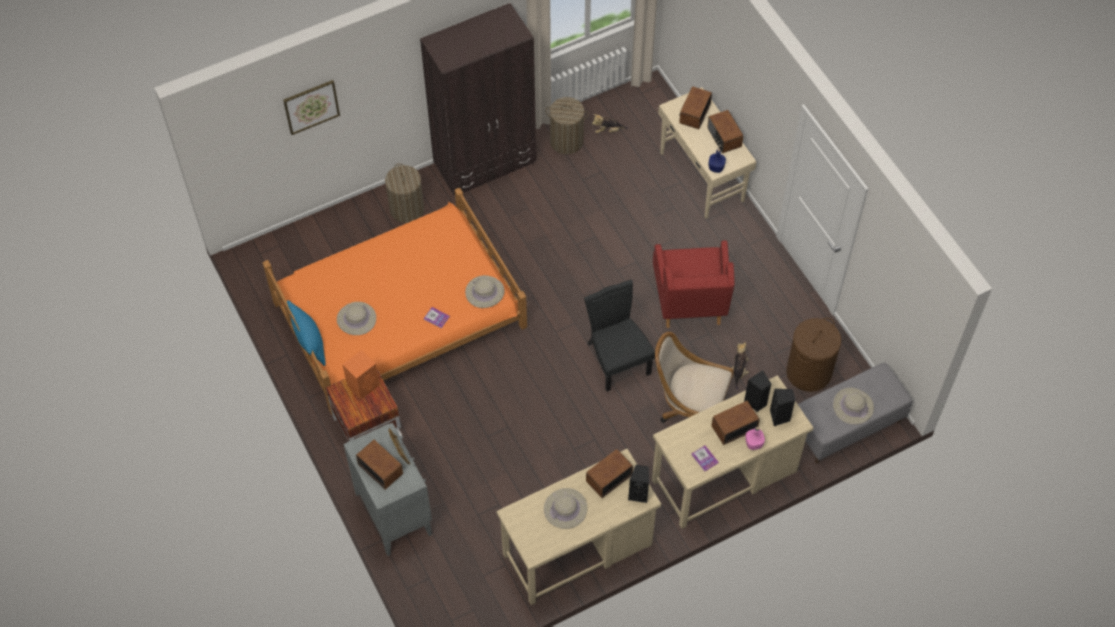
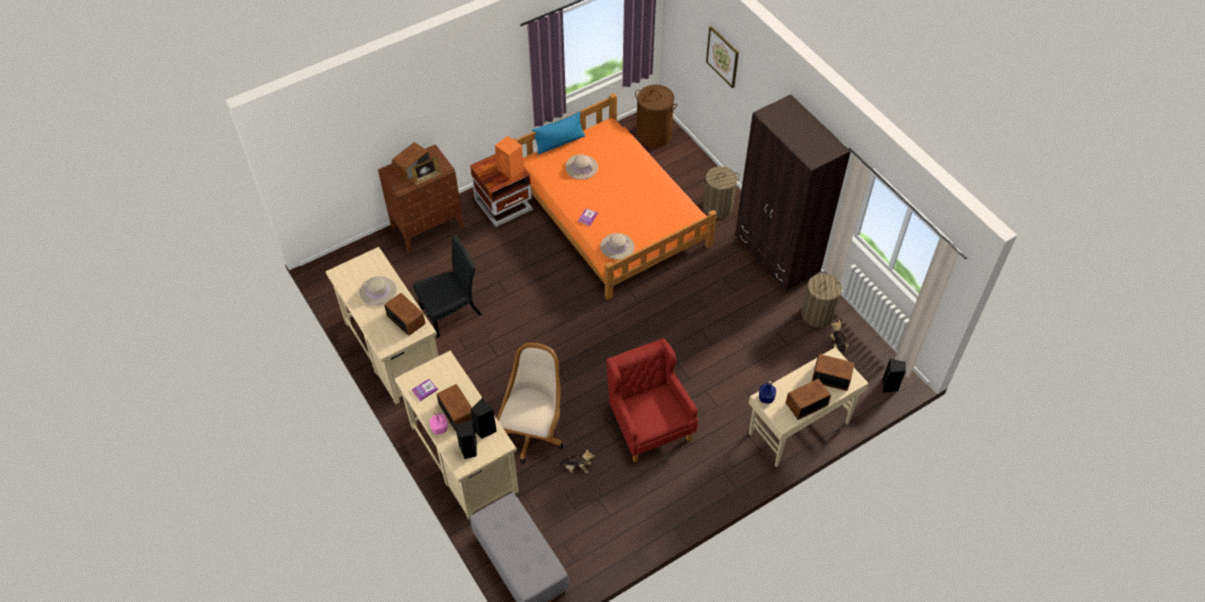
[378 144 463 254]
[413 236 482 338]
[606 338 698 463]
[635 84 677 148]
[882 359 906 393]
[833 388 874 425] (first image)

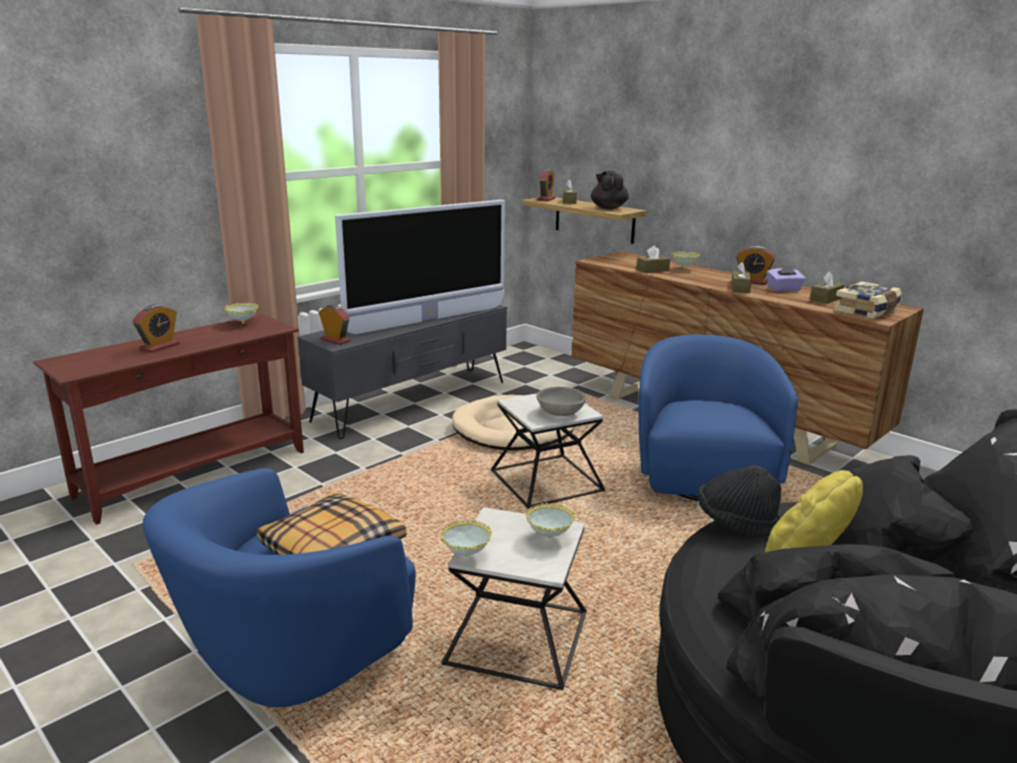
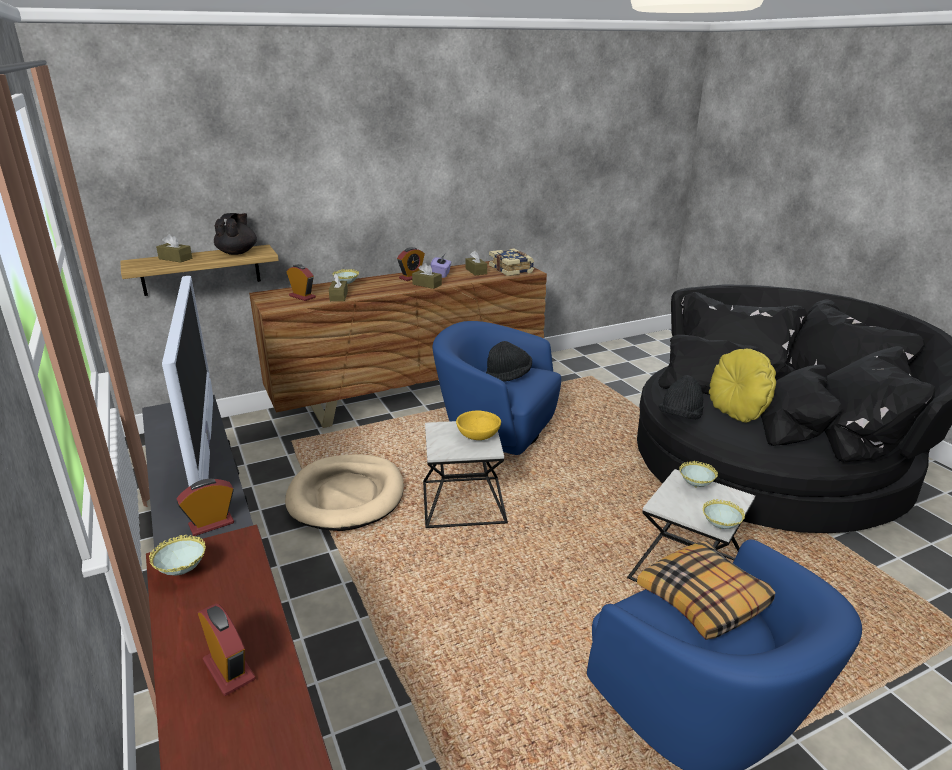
[214 213 257 255]
[286 264 316 301]
[456 410 501 440]
[486 341 532 382]

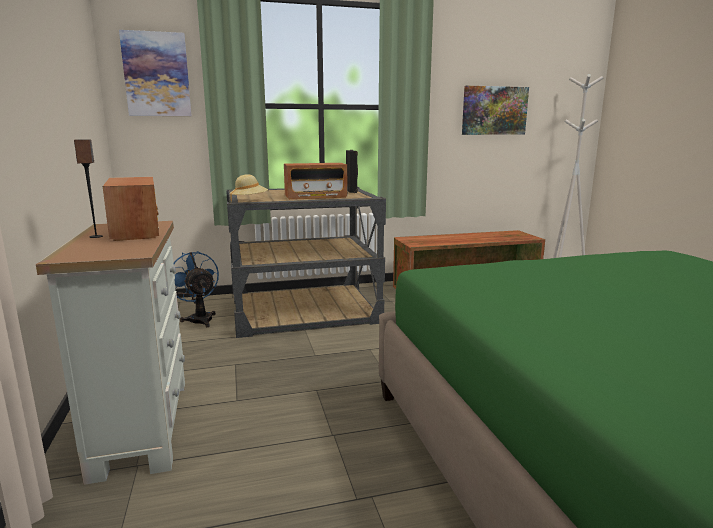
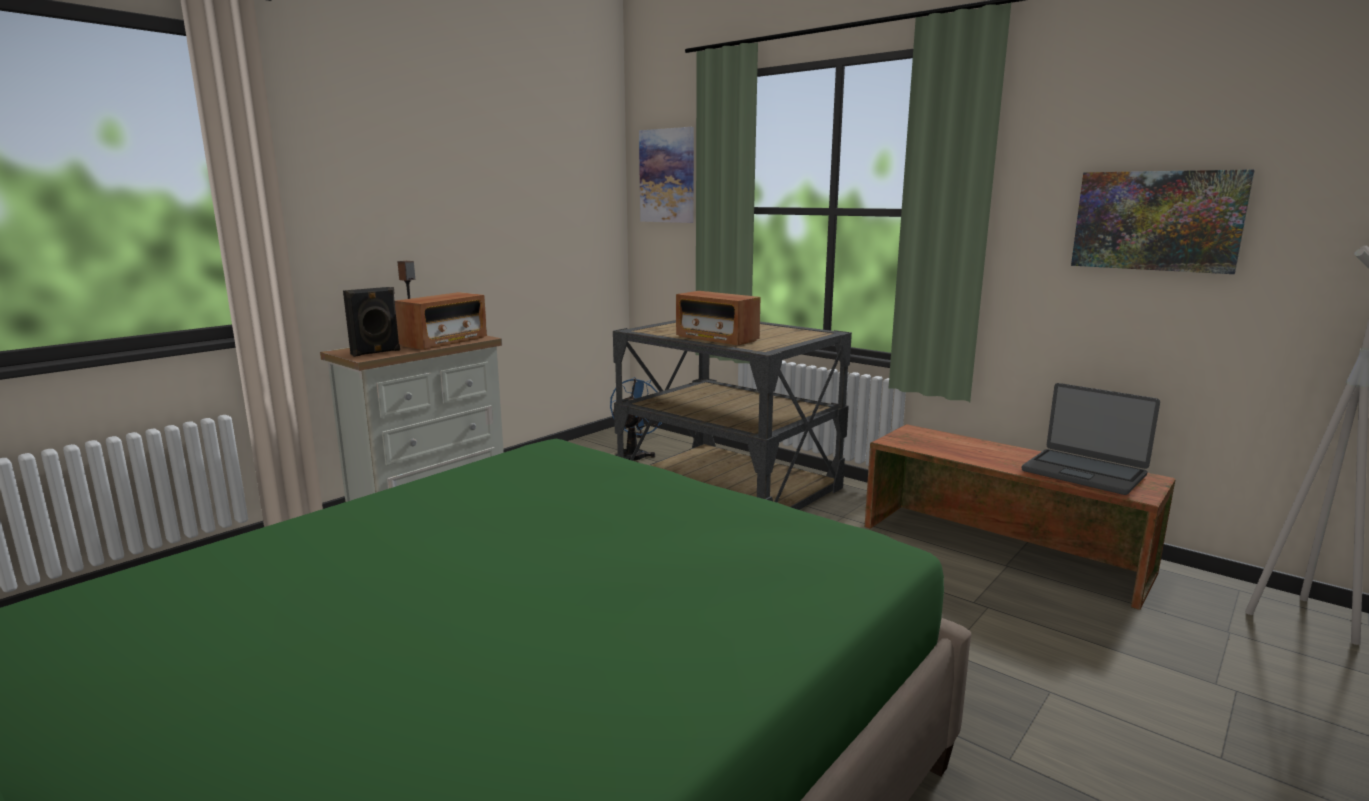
[343 287 400 357]
[1022 383 1160 495]
[230 174 268 201] (first image)

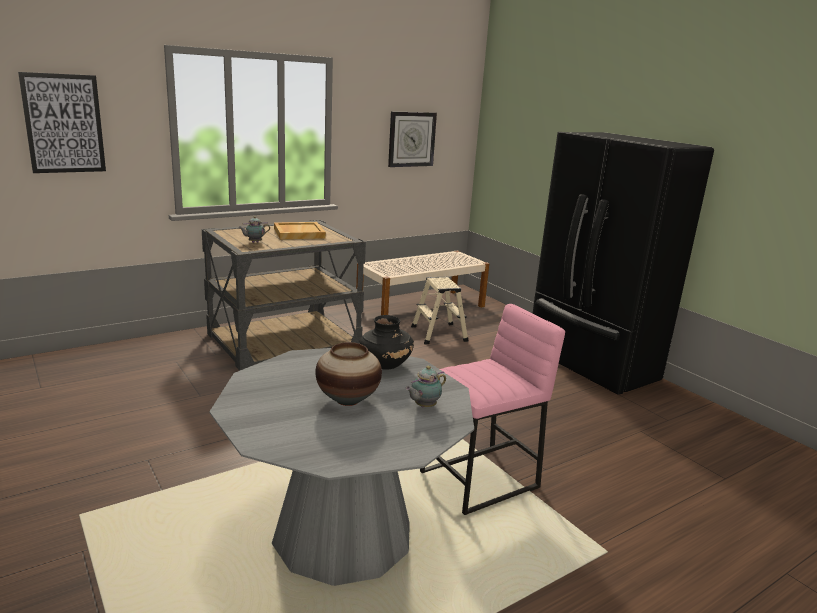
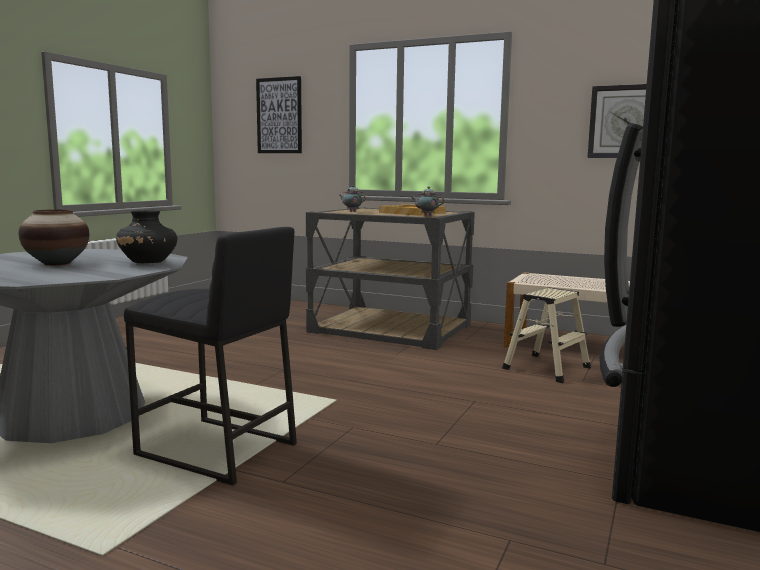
[124 227 297 485]
[412 187 445 216]

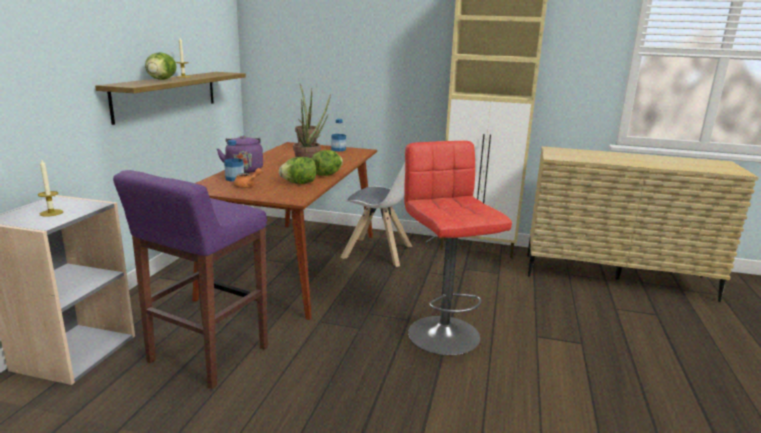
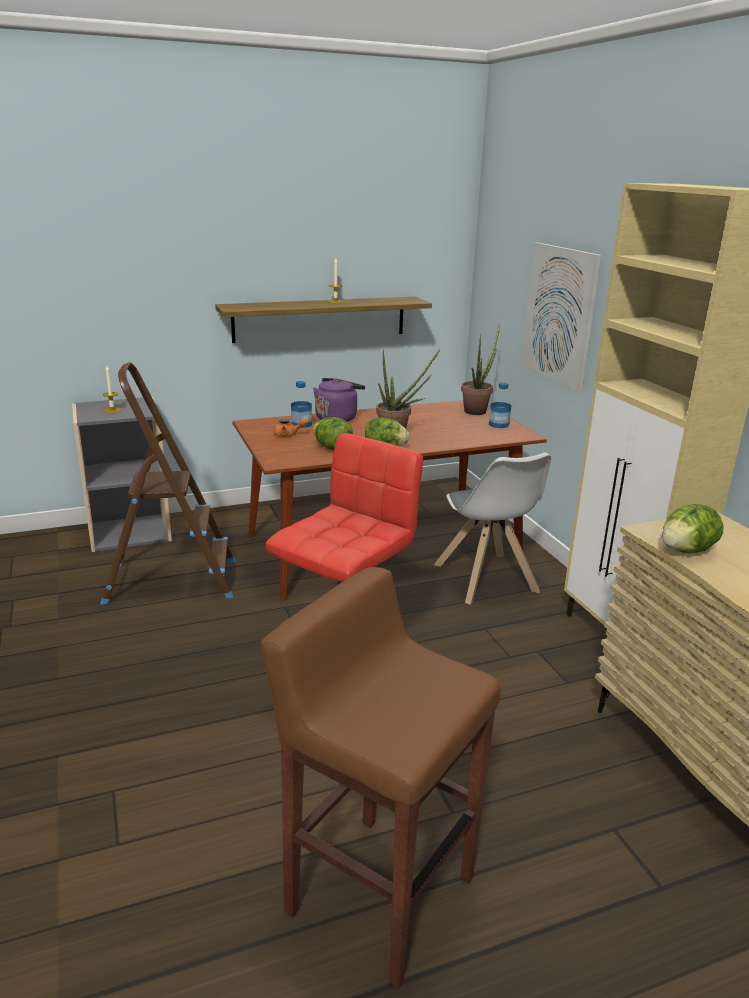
[100 362 236 604]
[260 567 501 989]
[521 242 602 392]
[662 504 723 553]

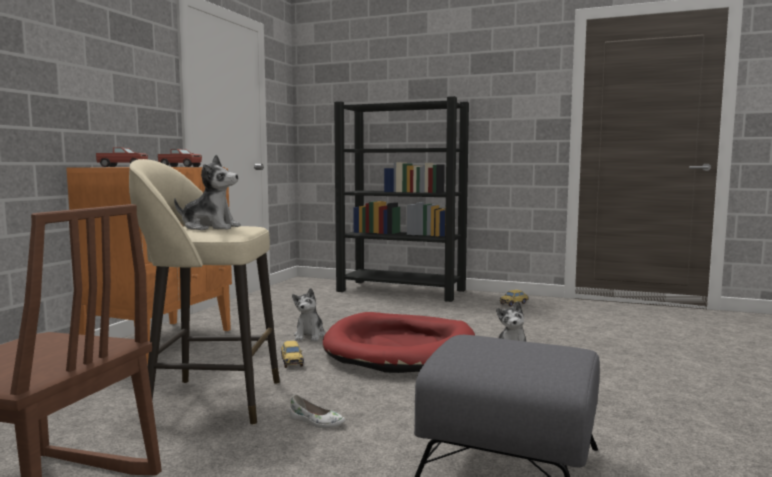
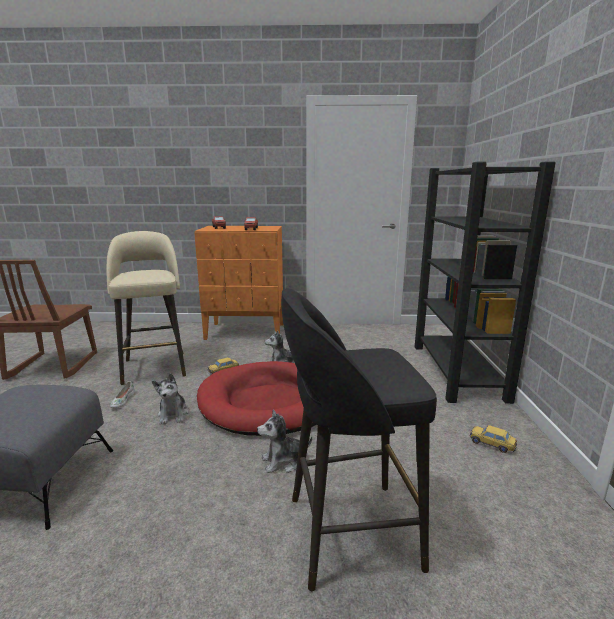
[152 373 189 425]
[281 288 437 591]

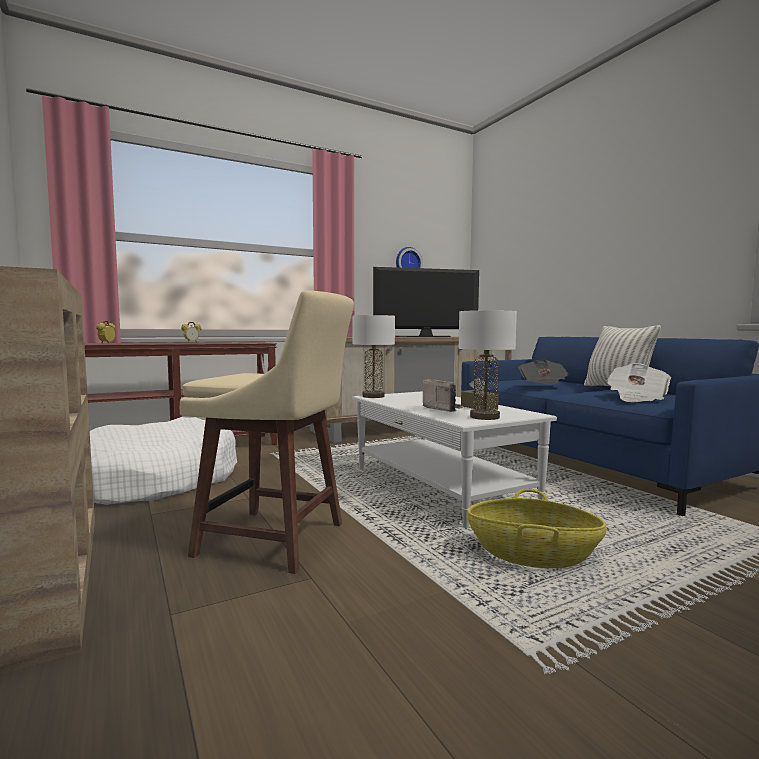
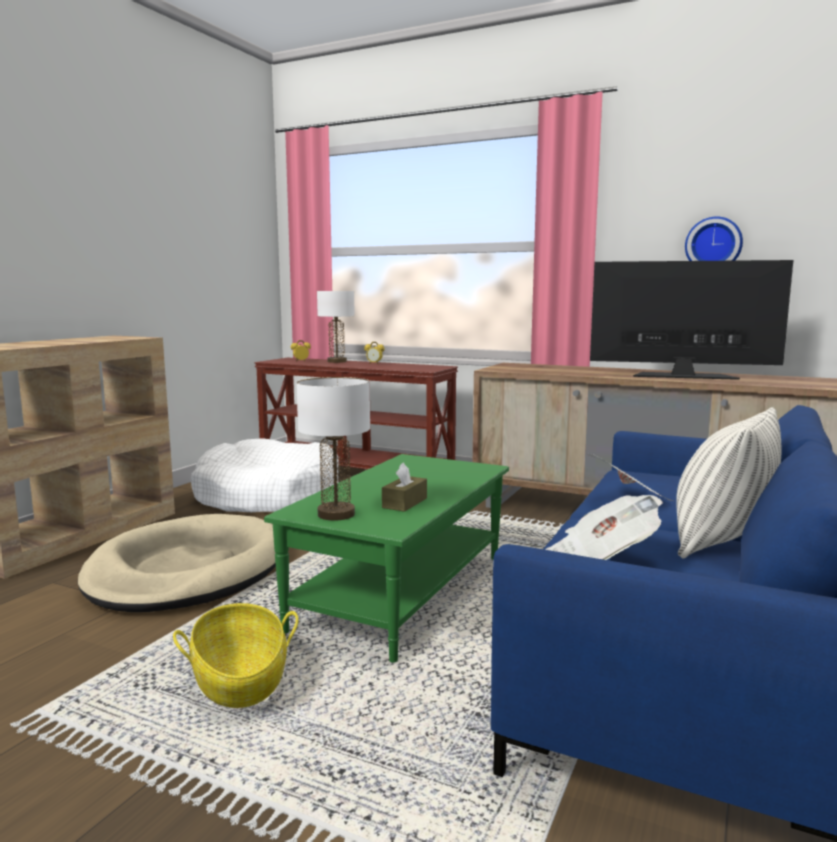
[78 514 276 612]
[264 454 509 663]
[317 291 355 363]
[590 260 793 380]
[423 379 463 412] (first image)

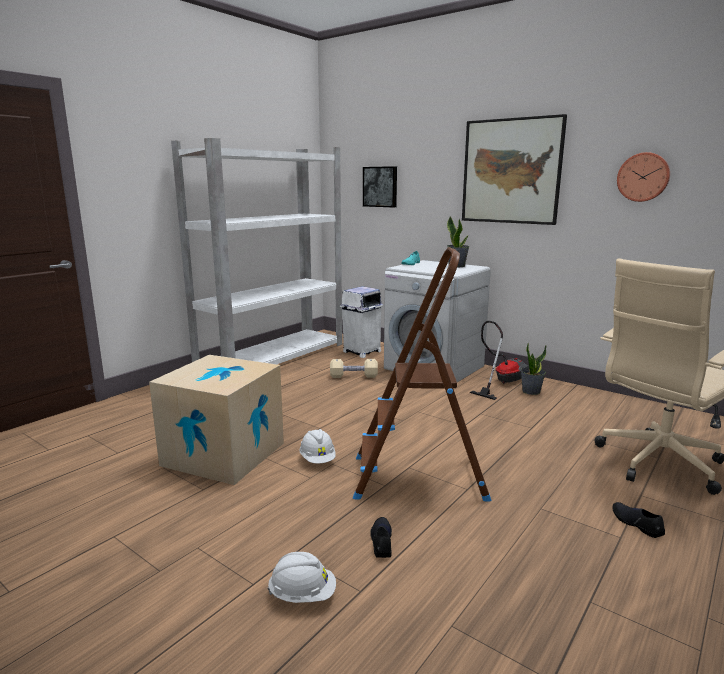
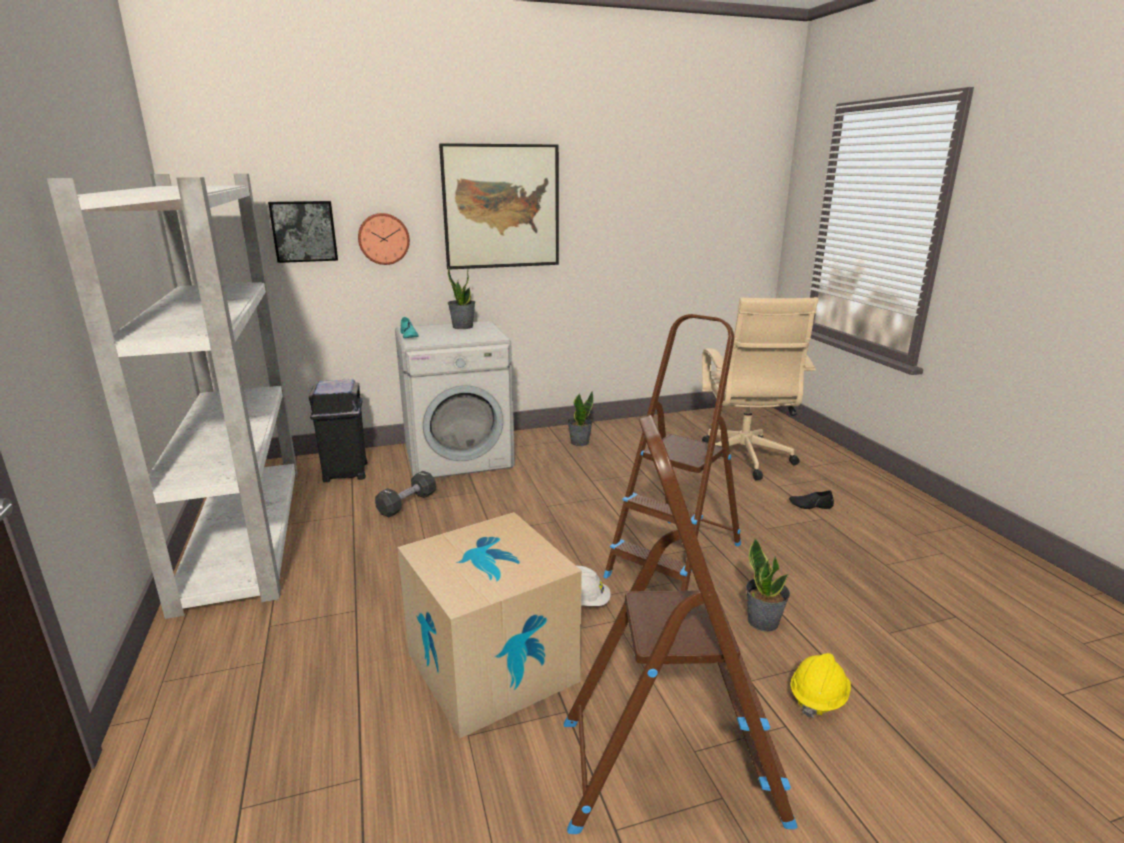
[309 379 368 482]
[358 213 410 265]
[375 471 436 517]
[564 415 798 834]
[746 538 790 632]
[791 653 851 718]
[470 321 529 400] (first image)

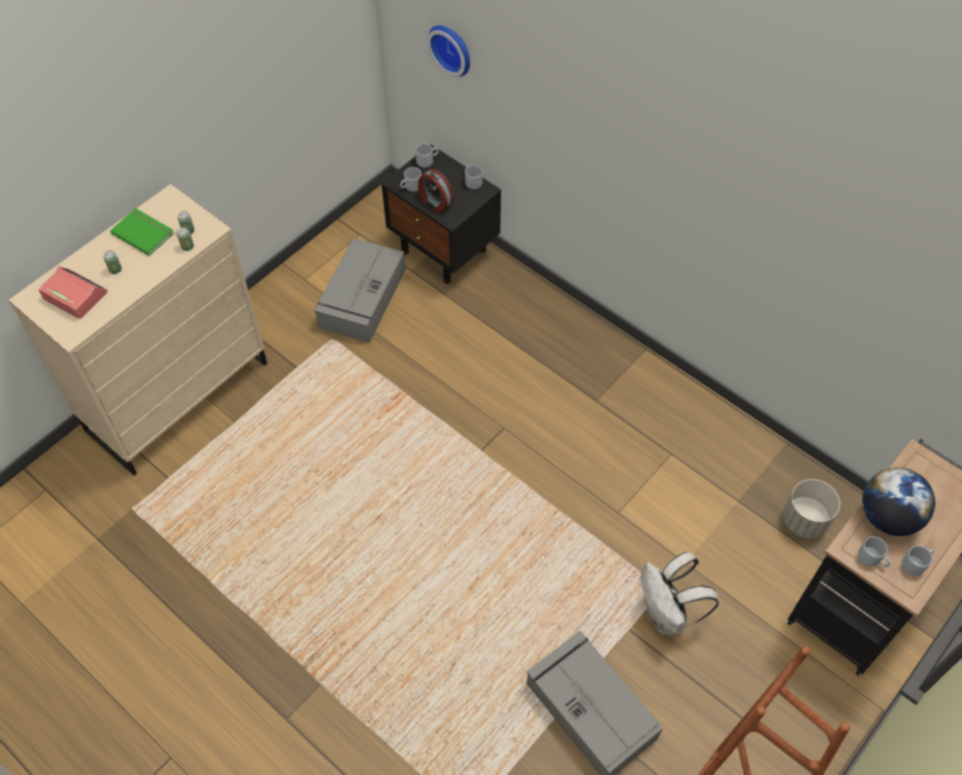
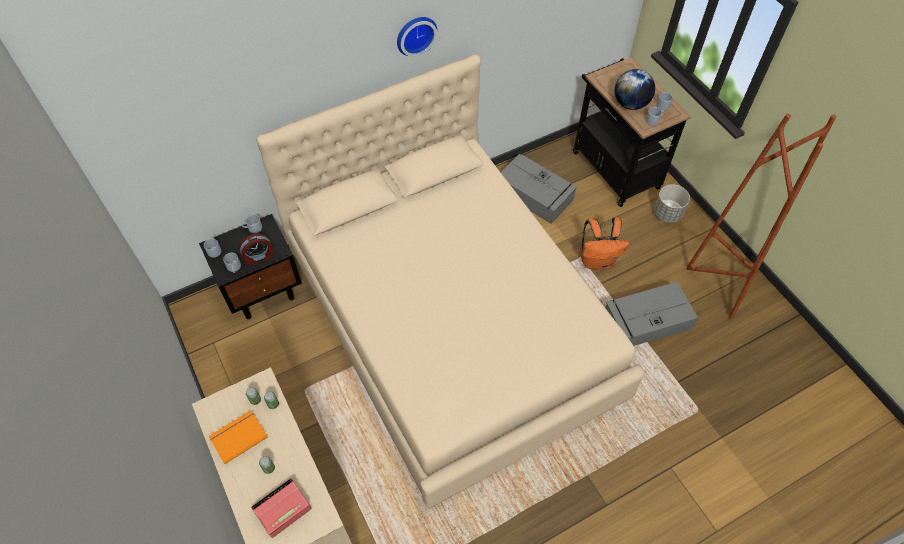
[209 410 268 464]
[256 54 645 509]
[397 17 437 57]
[501 154 577 224]
[581 217 630 269]
[654 184 690 223]

